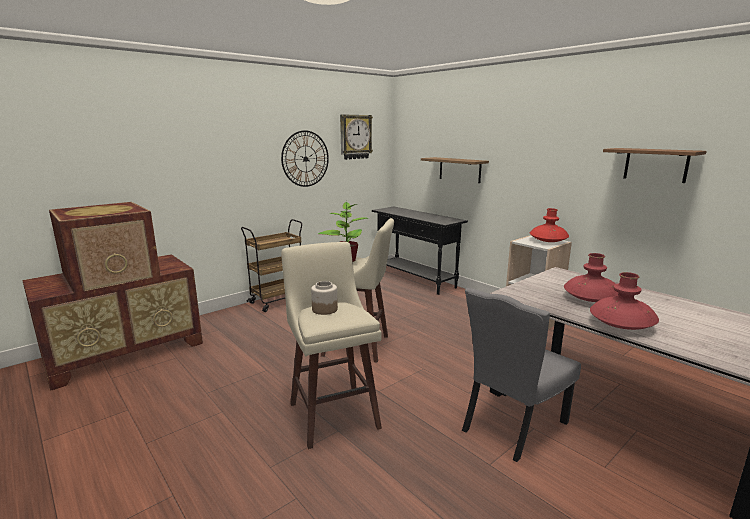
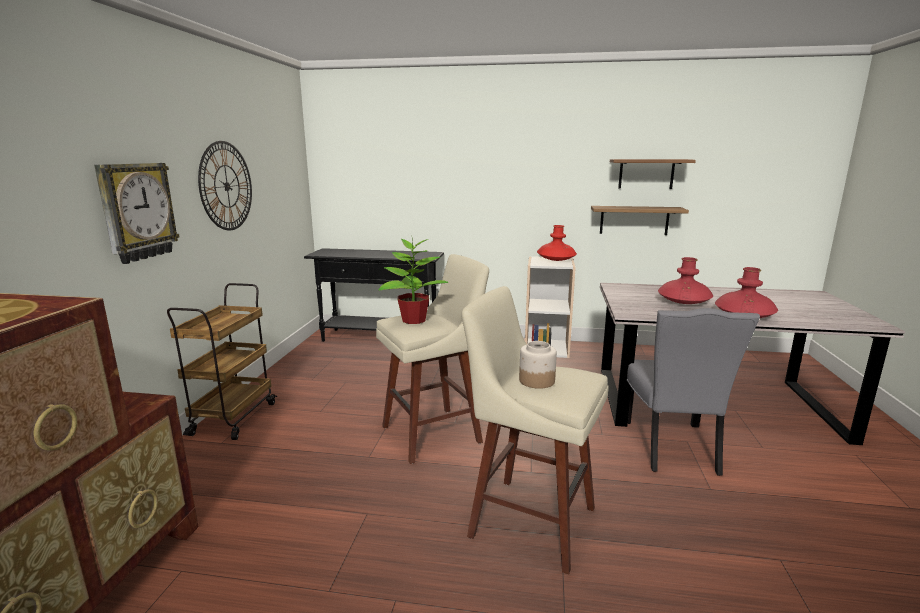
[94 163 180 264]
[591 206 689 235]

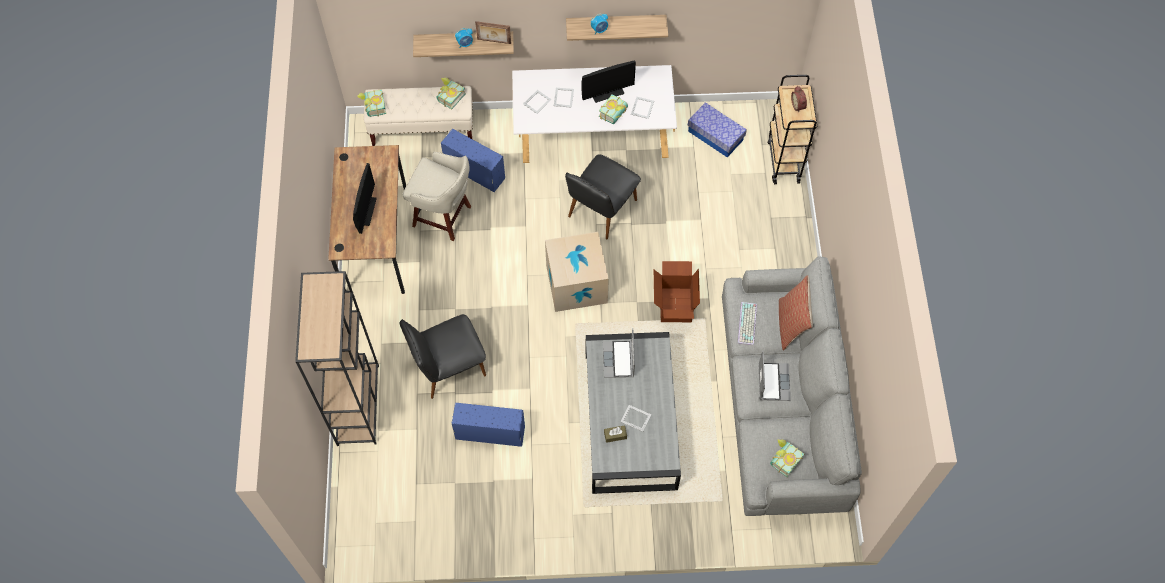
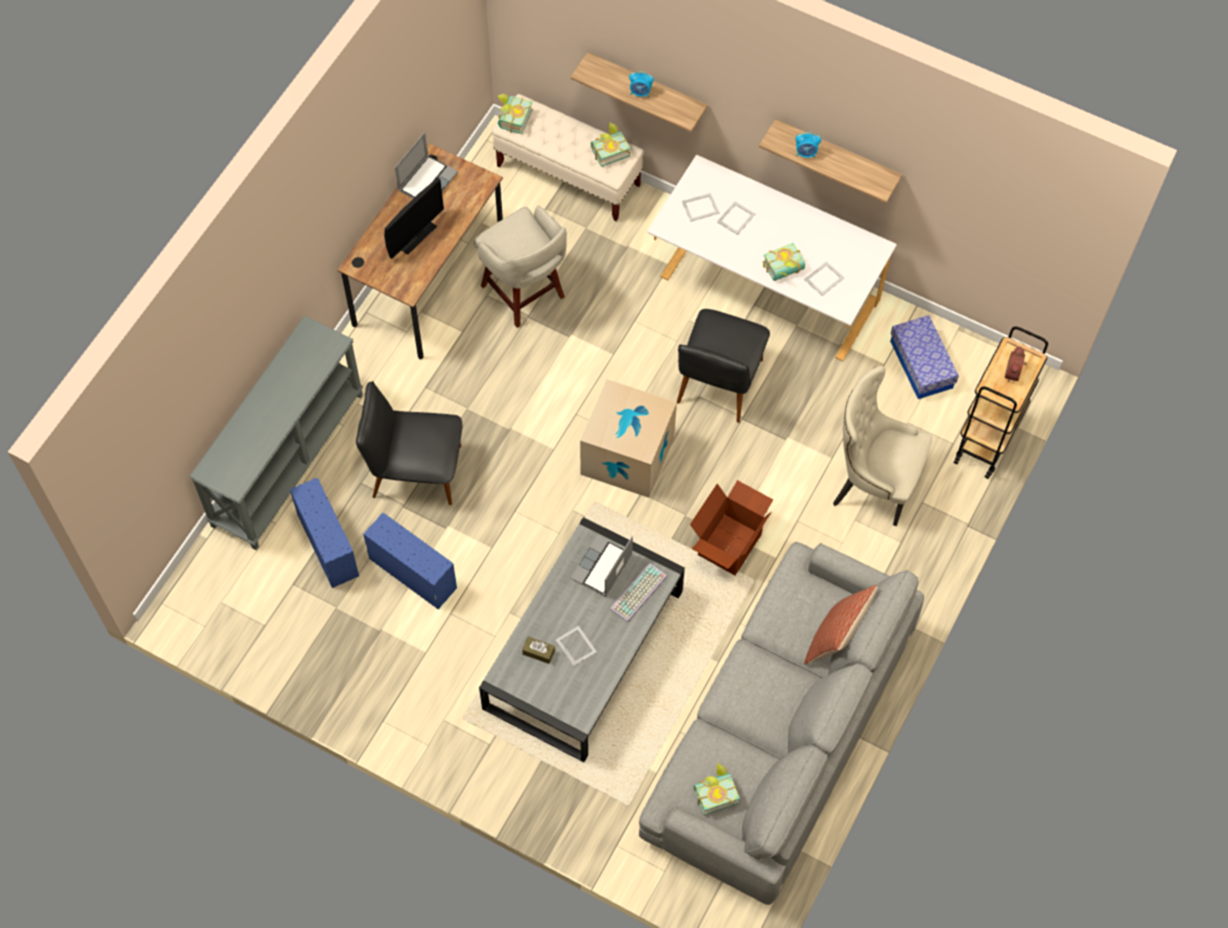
[189 316 363 550]
[290 478 359 588]
[395 132 458 198]
[610 563 667 622]
[677 309 770 423]
[833 366 932 526]
[475 21 511 44] (first image)
[582 60 636 103] (first image)

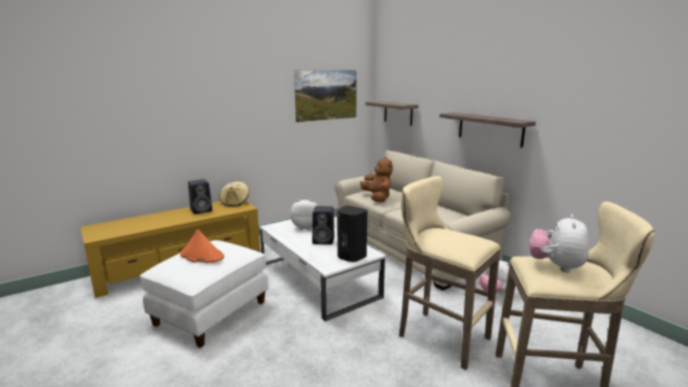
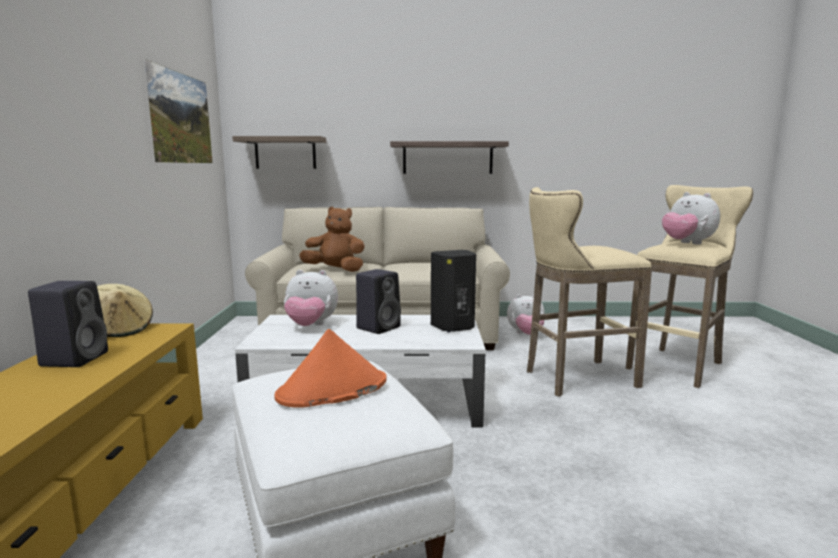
[284 270 338 326]

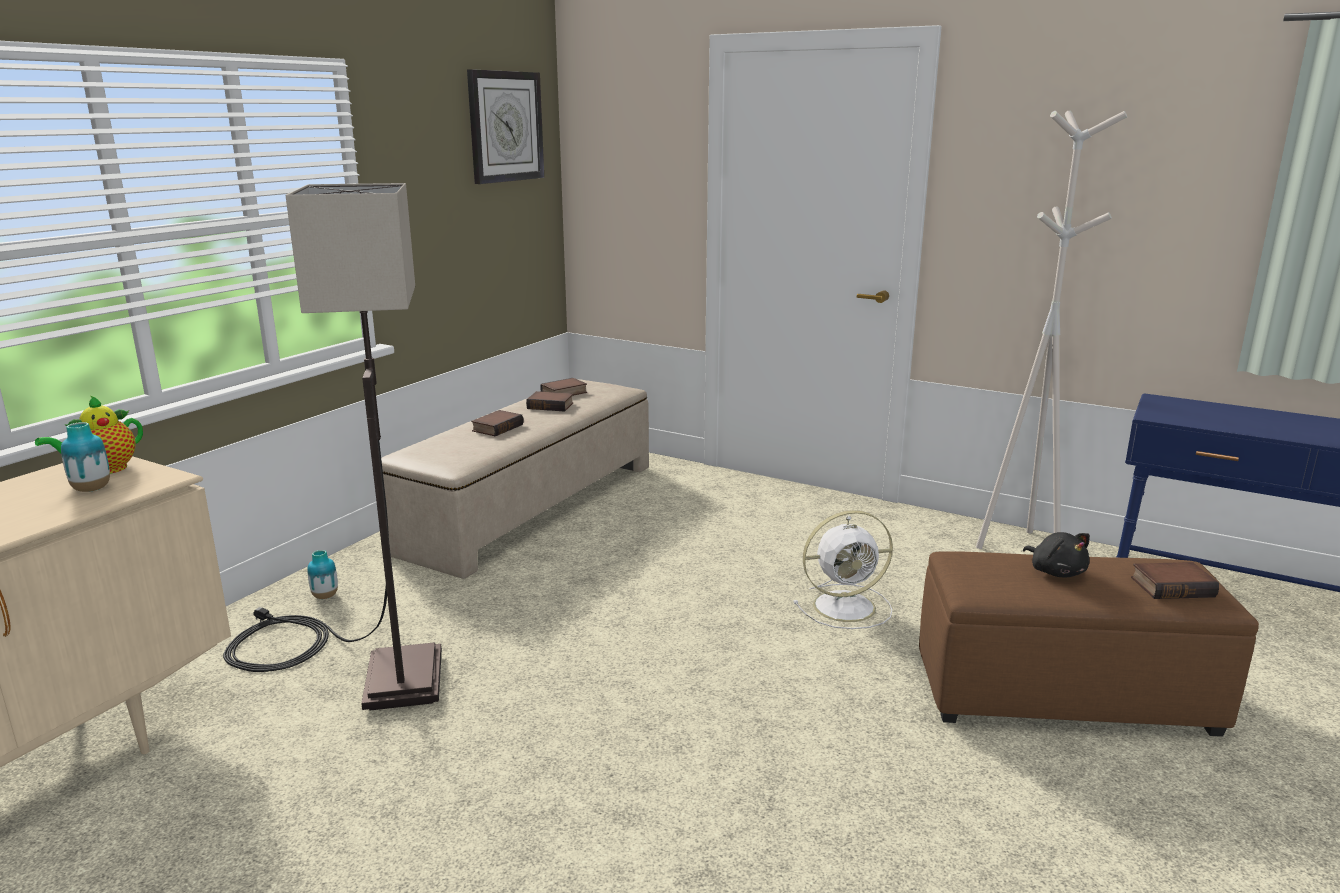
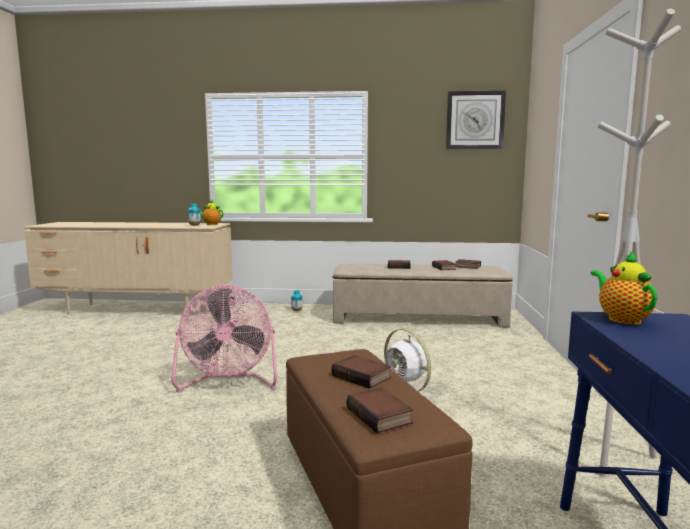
[171 285 277 393]
[331 355 391 389]
[591 251 657 325]
[223 183 442 710] (first image)

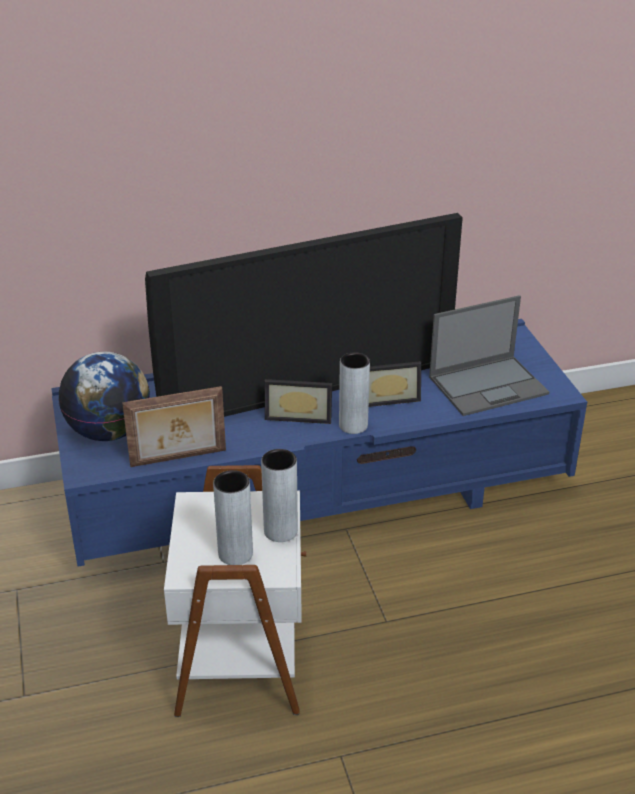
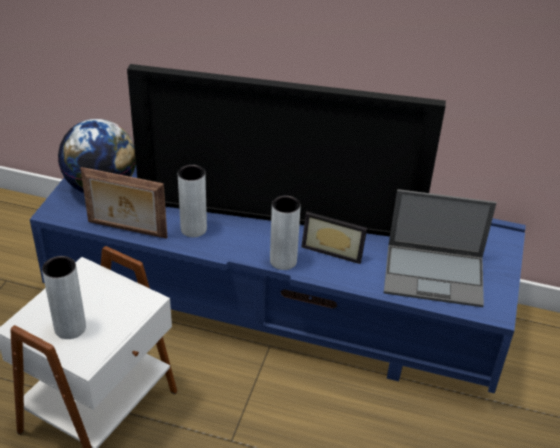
[178 165 207 237]
[265 379 332 424] (first image)

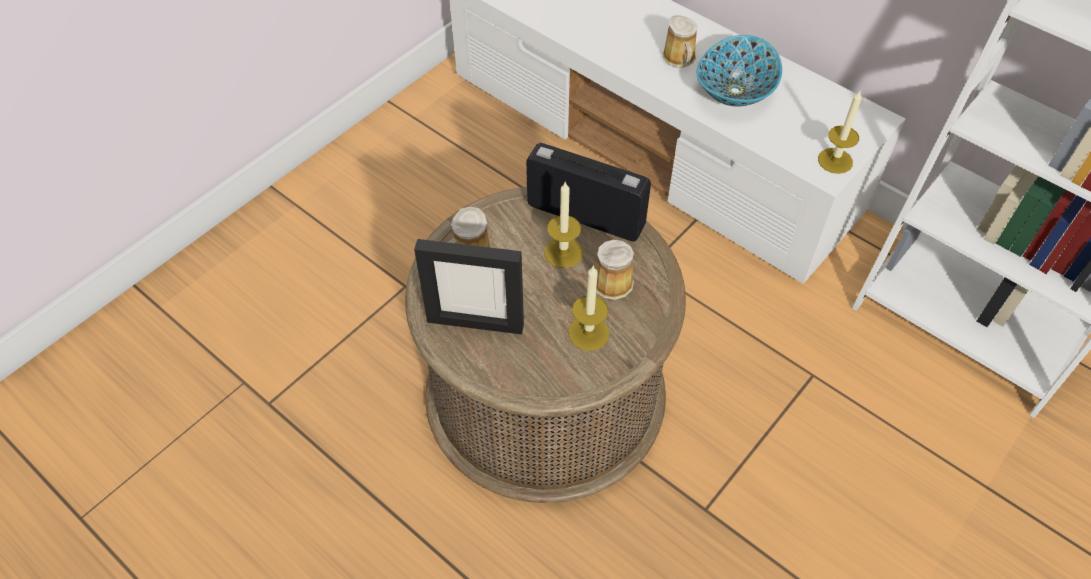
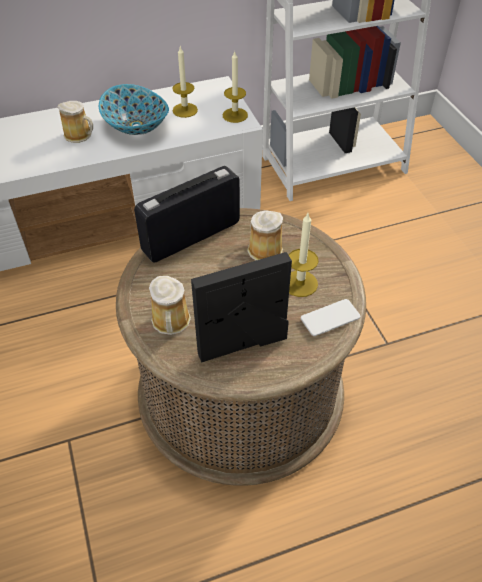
[172 47 198 118]
[191 252 292 362]
[301 299 361 336]

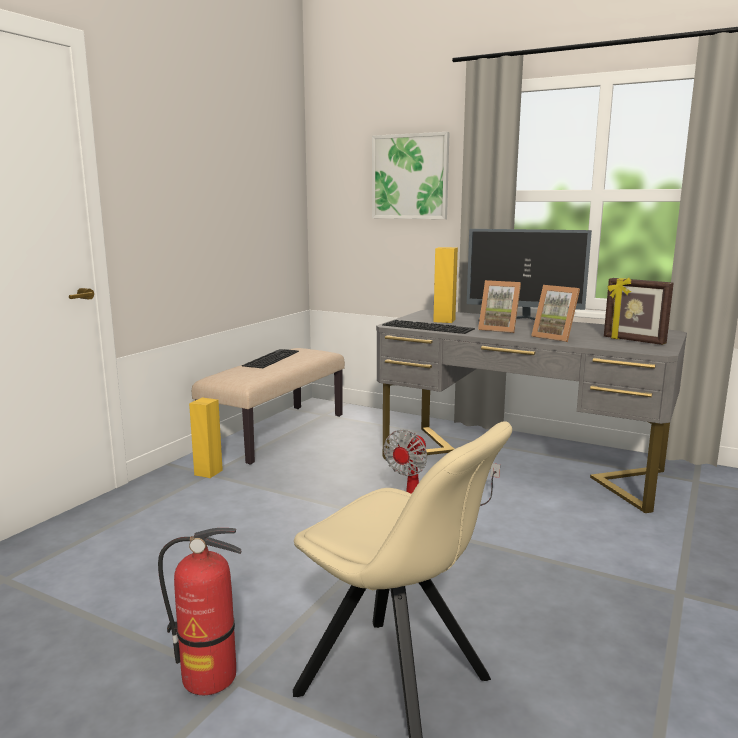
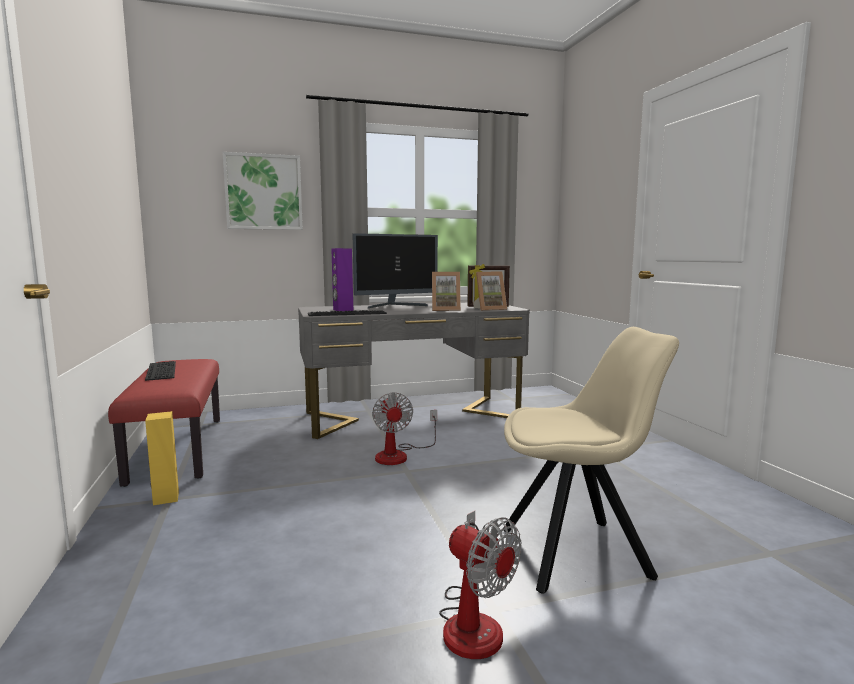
[108 359 220 487]
[331 248 353 311]
[439 511 521 659]
[473 272 507 311]

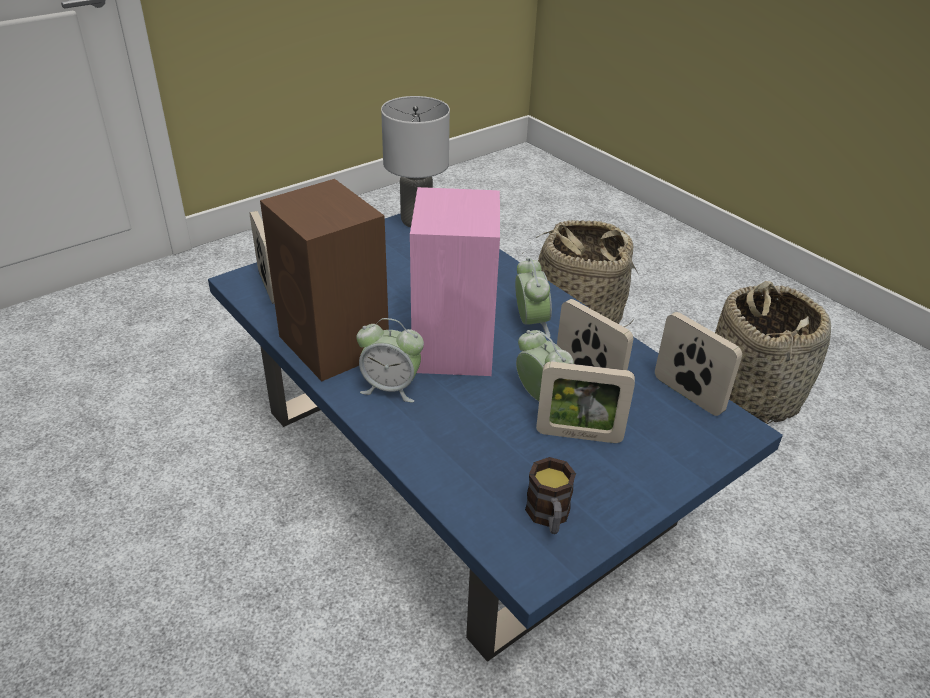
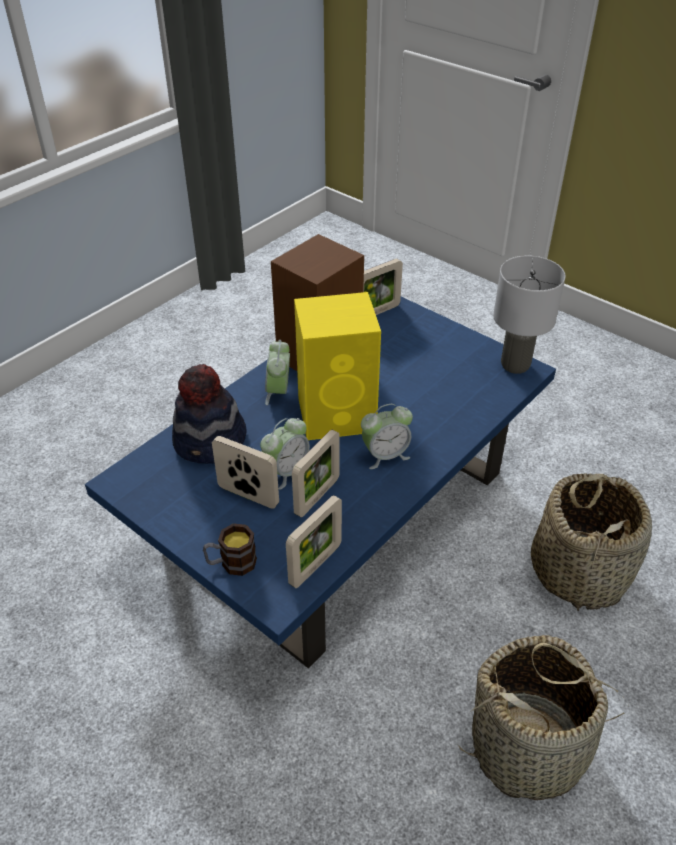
[172 364 247 464]
[203 523 257 576]
[212 436 279 509]
[294 292 381 440]

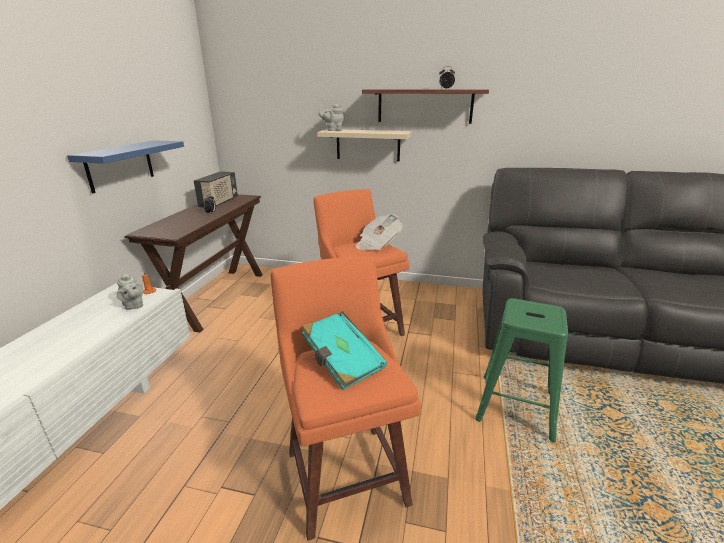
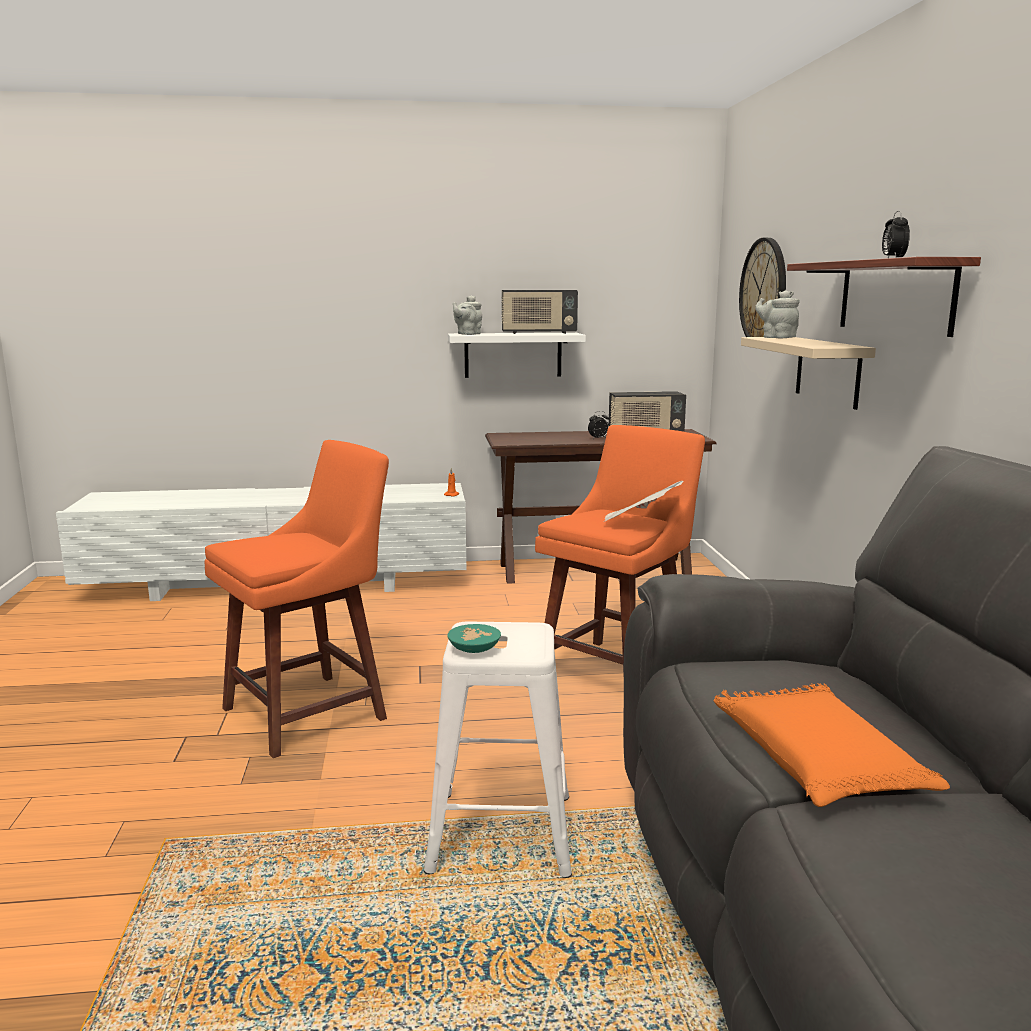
[424 622 572 878]
[447 624 501 653]
[448 333 586 378]
[453 296 482 335]
[502 290 578 334]
[713 683 950 807]
[739 238 786 337]
[302 311 387 390] (first image)

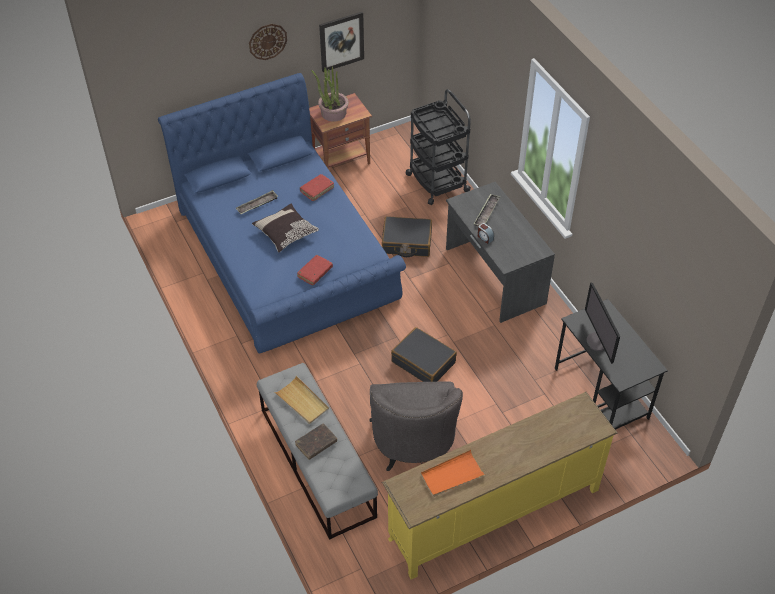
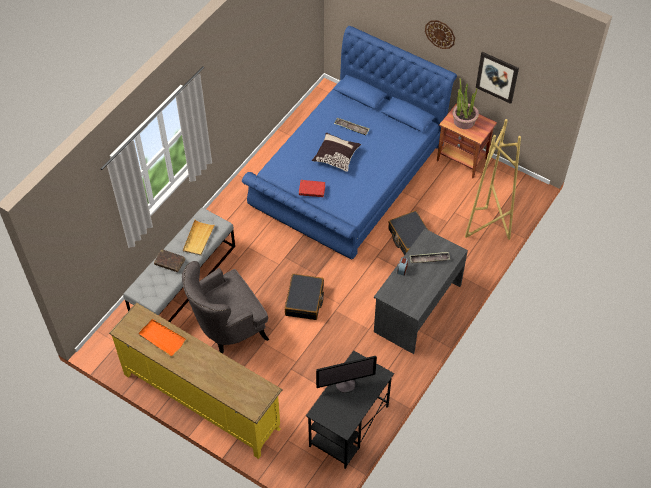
[316 356 377 393]
[465 119 521 240]
[300 174 334 201] (first image)

